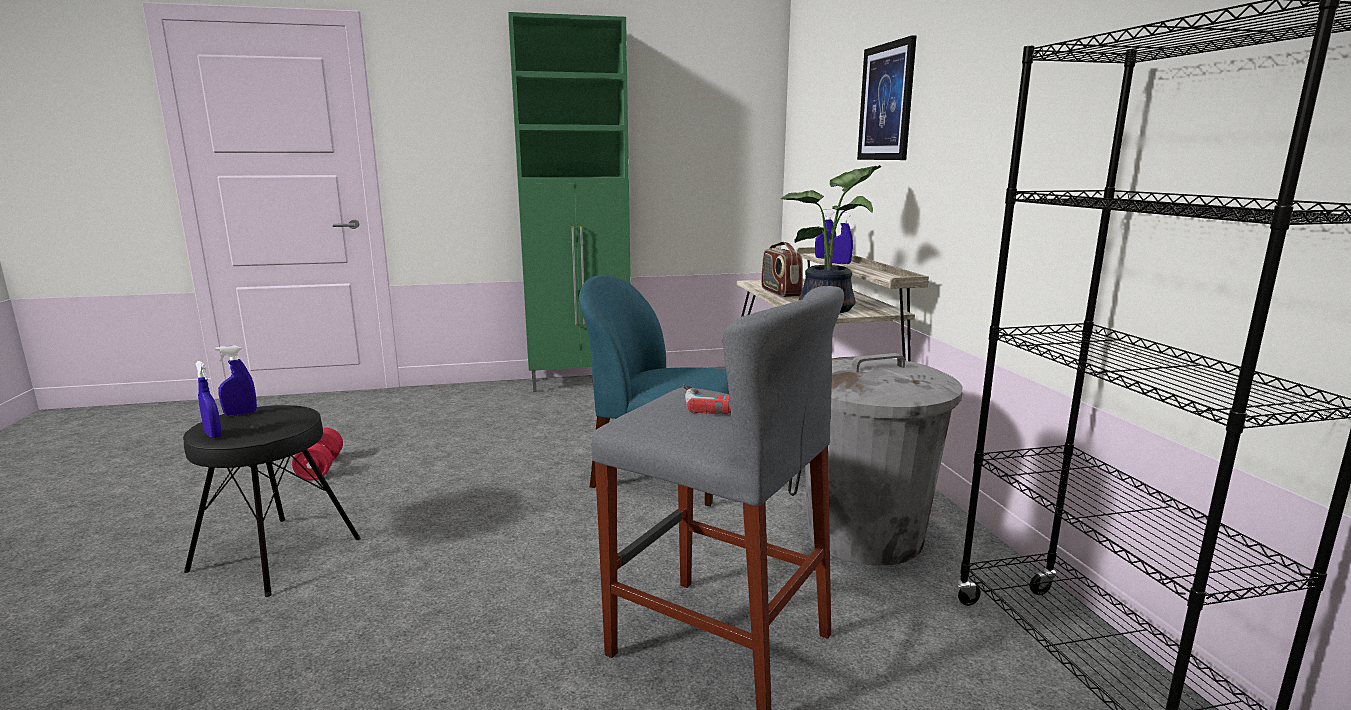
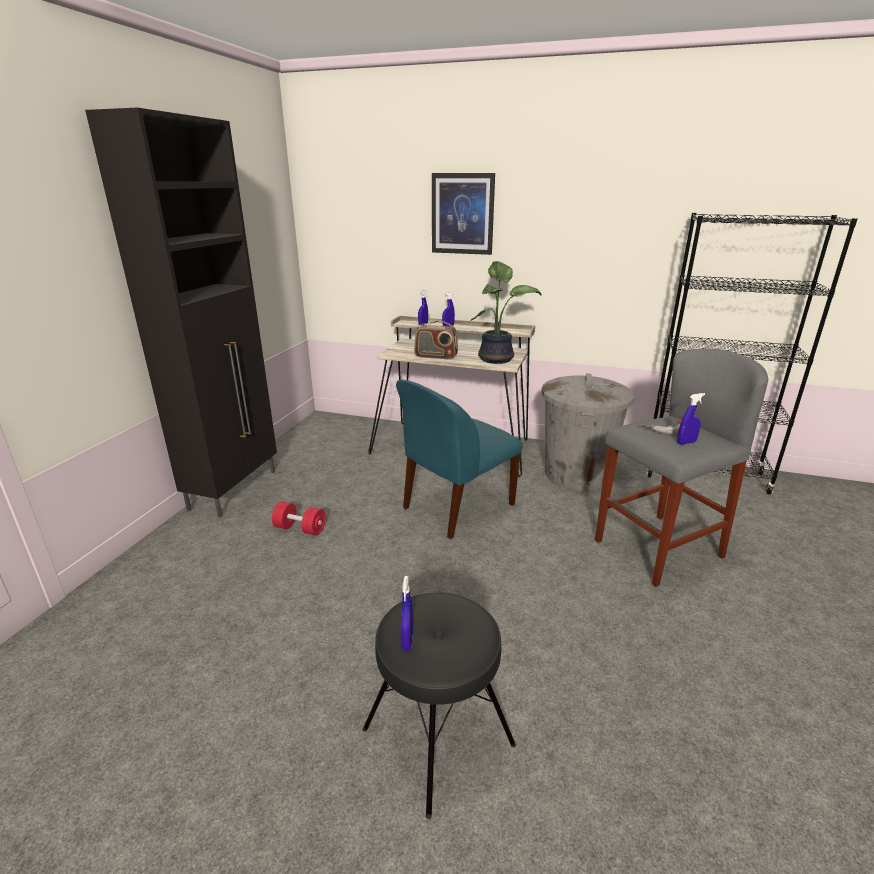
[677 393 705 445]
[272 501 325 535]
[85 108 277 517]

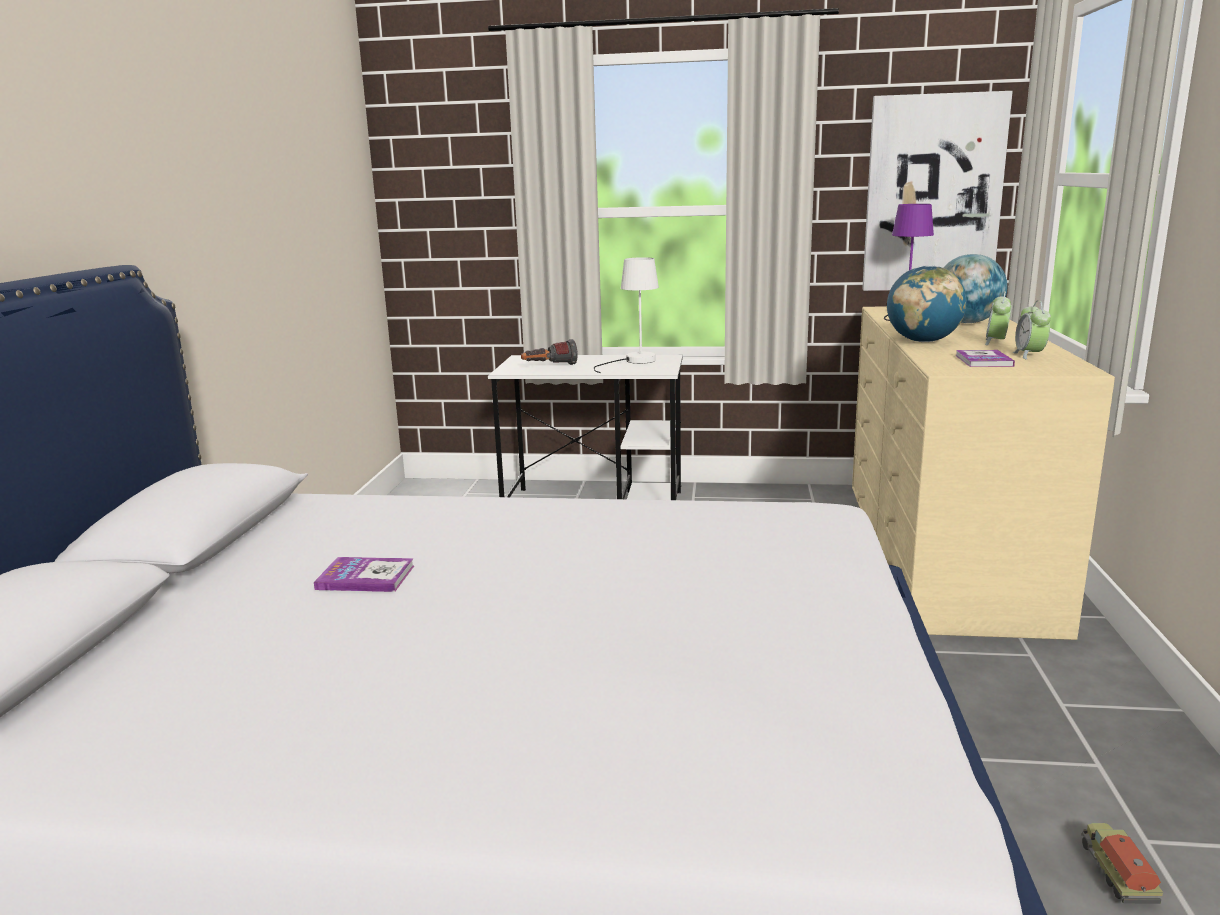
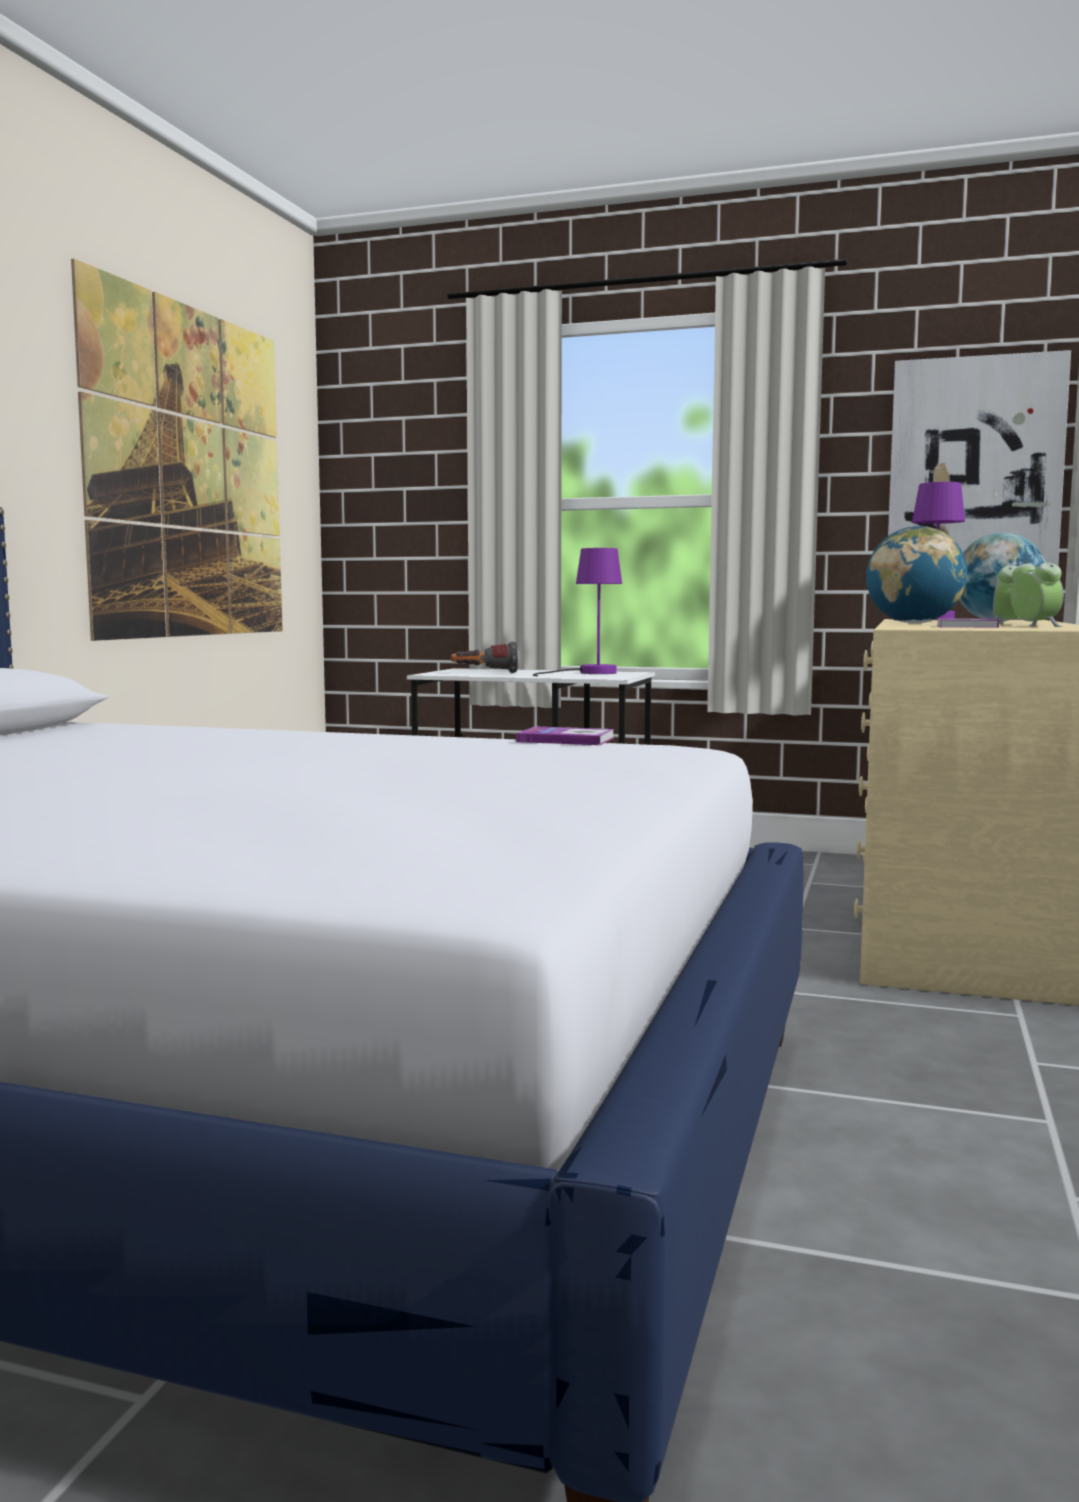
[516 726 614 745]
[533 548 622 676]
[1010 554 1064 627]
[1081 823 1163 904] (first image)
[71 259 283 641]

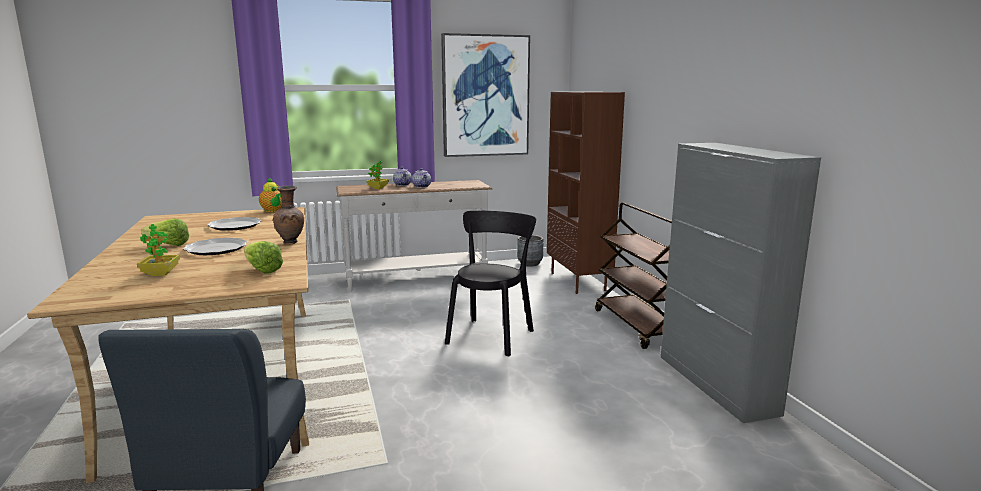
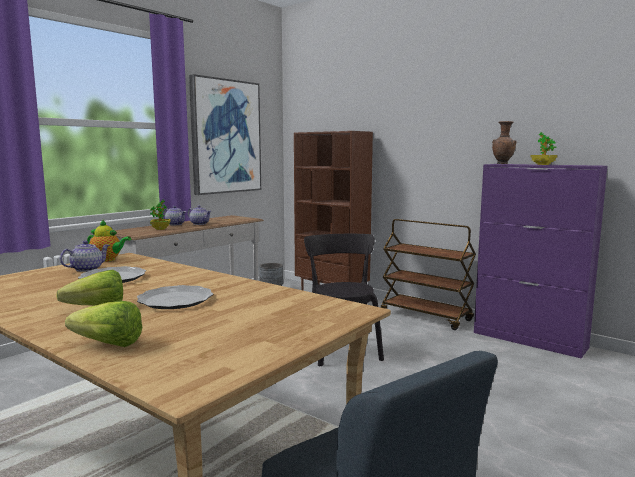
[530 132 557 165]
[65 301 142 347]
[492 121 516 164]
[474 164 608 359]
[60 241 110 272]

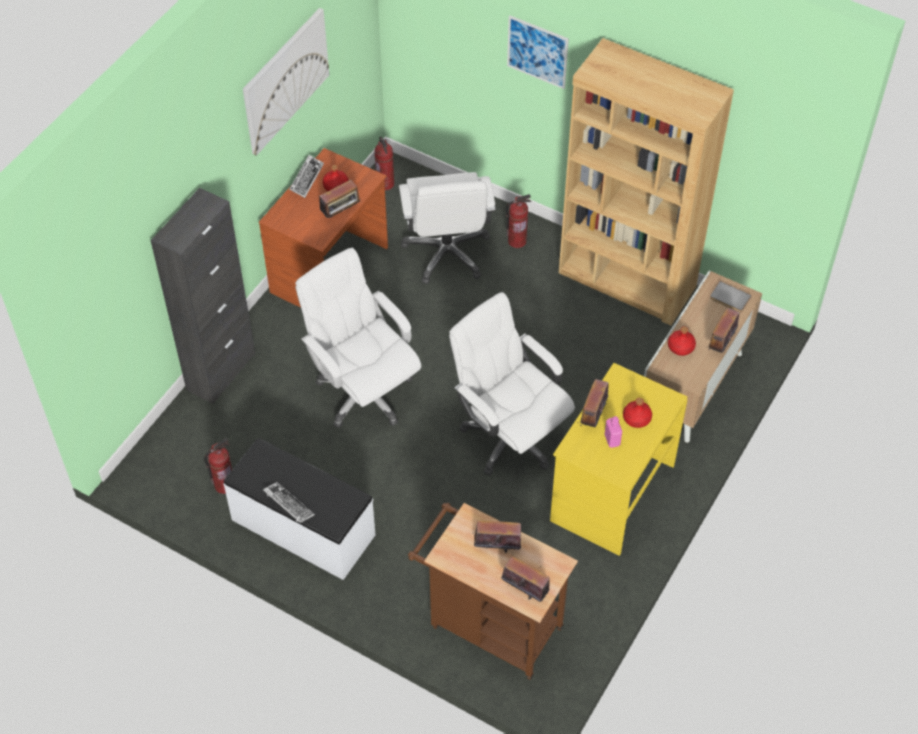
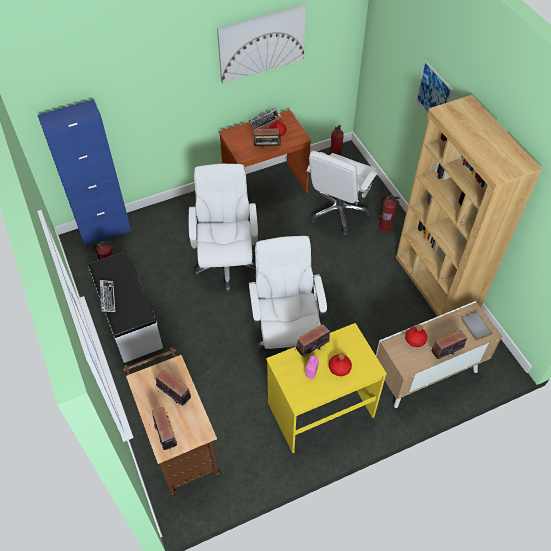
[151 188 255 404] (first image)
[38 99 131 246]

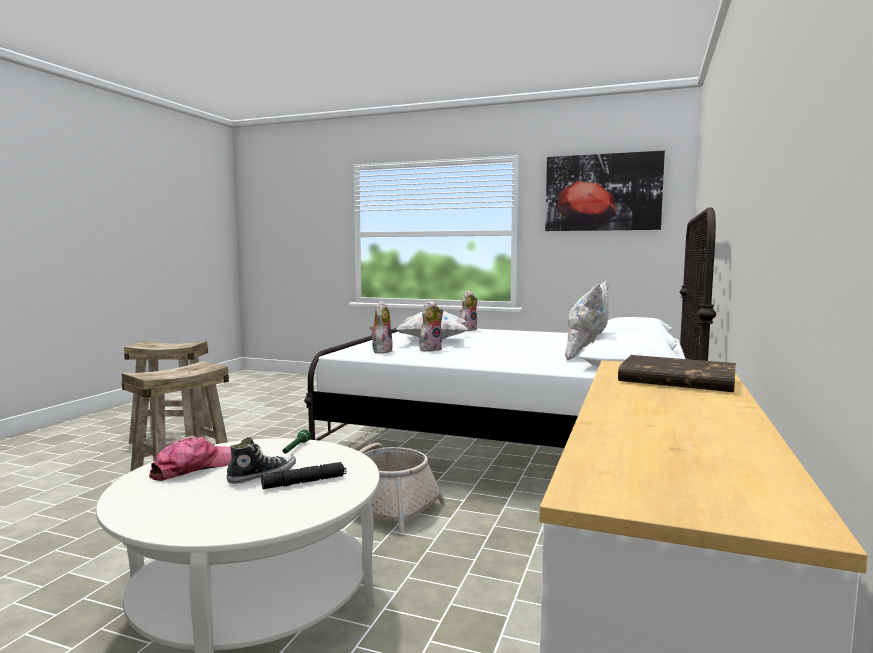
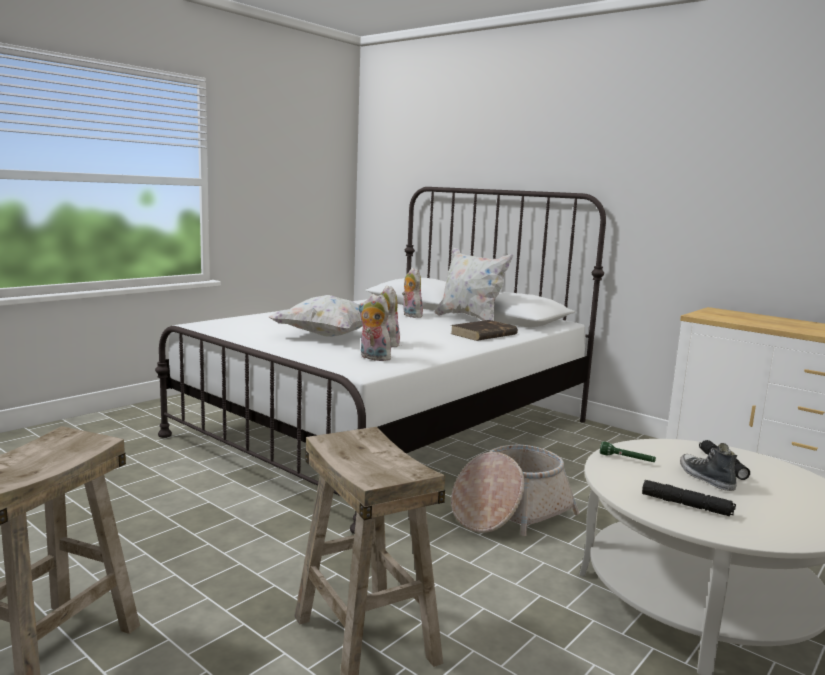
[642 480 736 517]
[402 268 423 318]
[545 151 665 231] (first image)
[451 320 518 341]

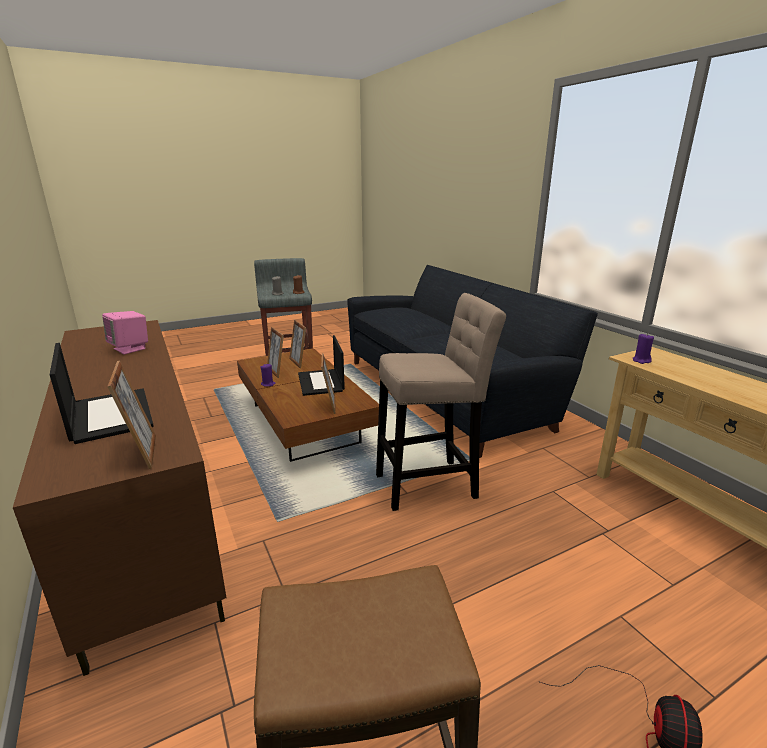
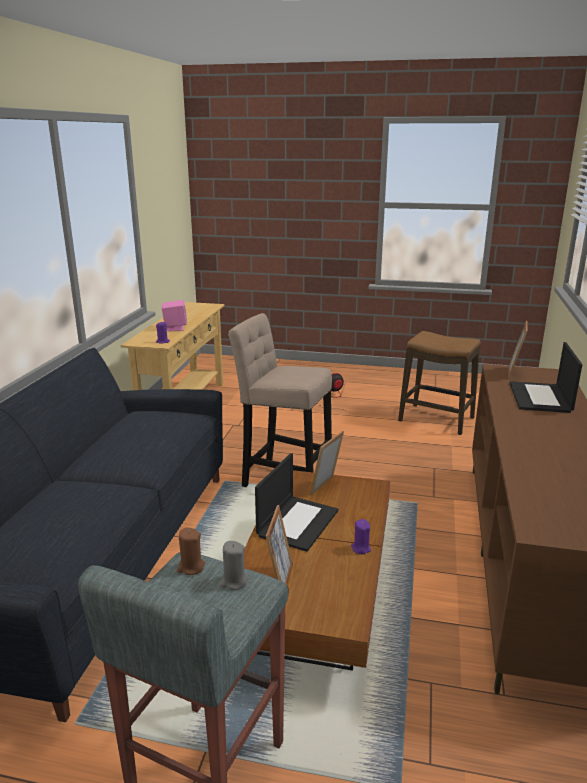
[162 300 187 331]
[267 327 284 378] (first image)

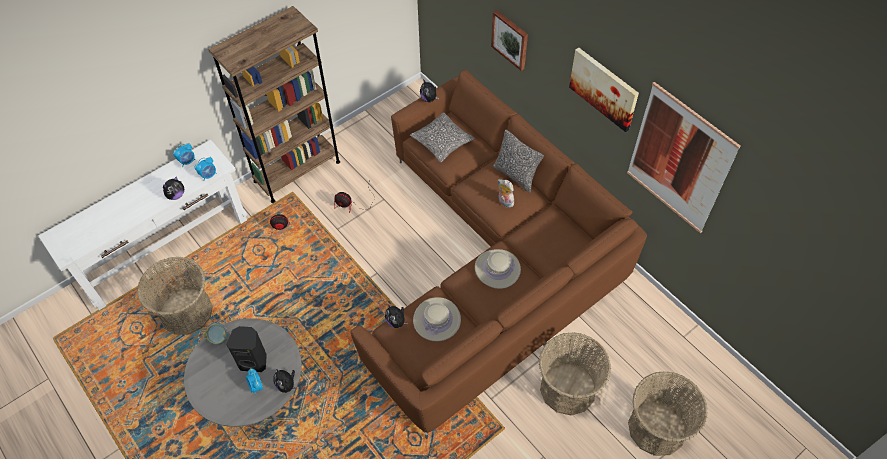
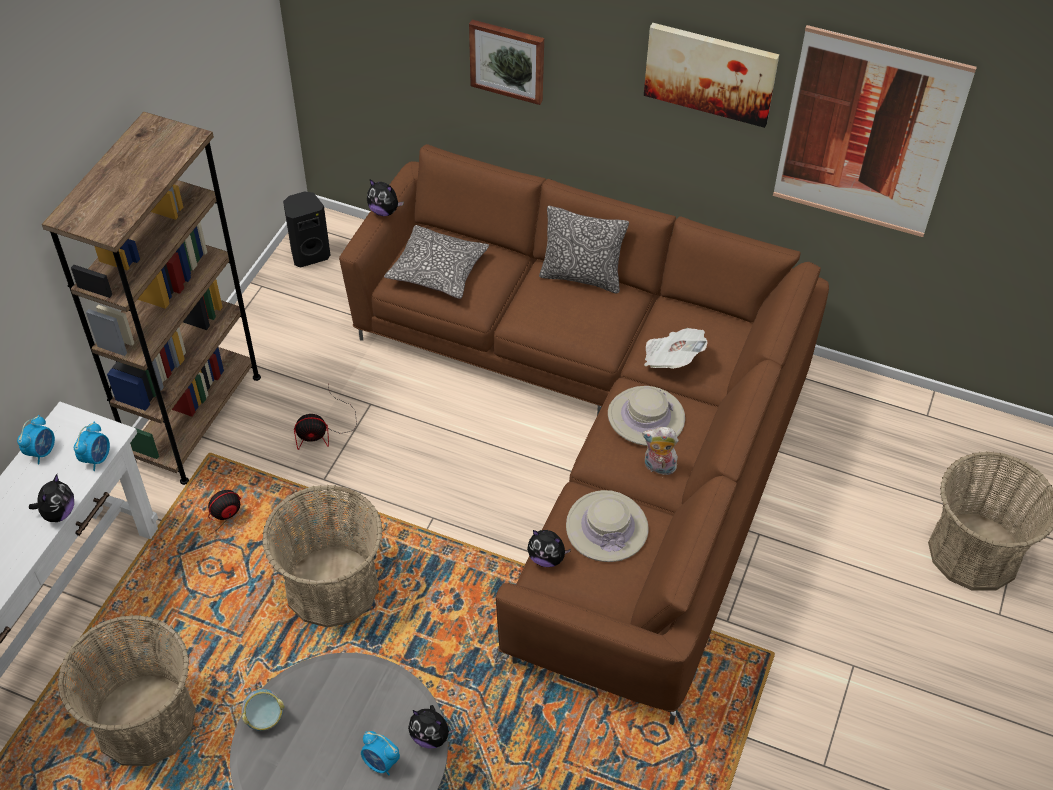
[283 191 331 268]
[642 427 678 475]
[262 485 383 628]
[644 328 708 369]

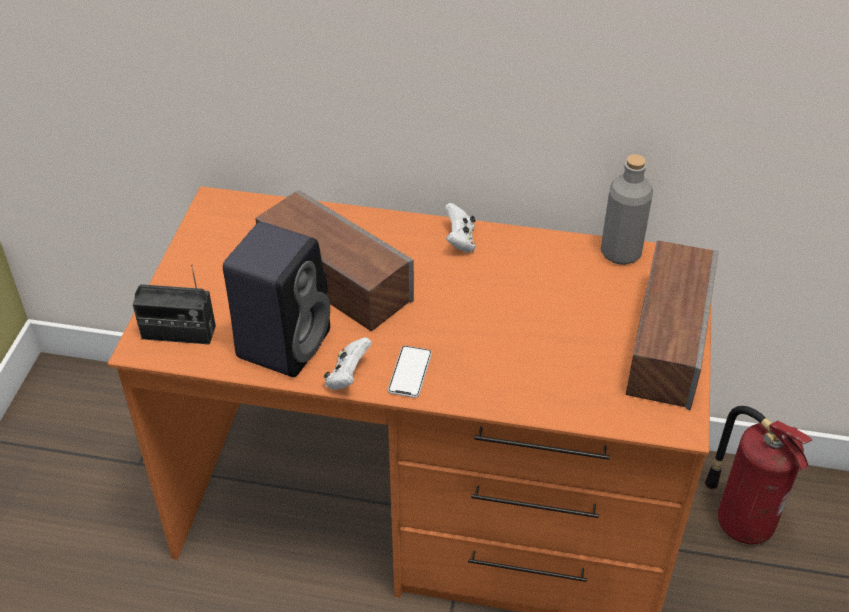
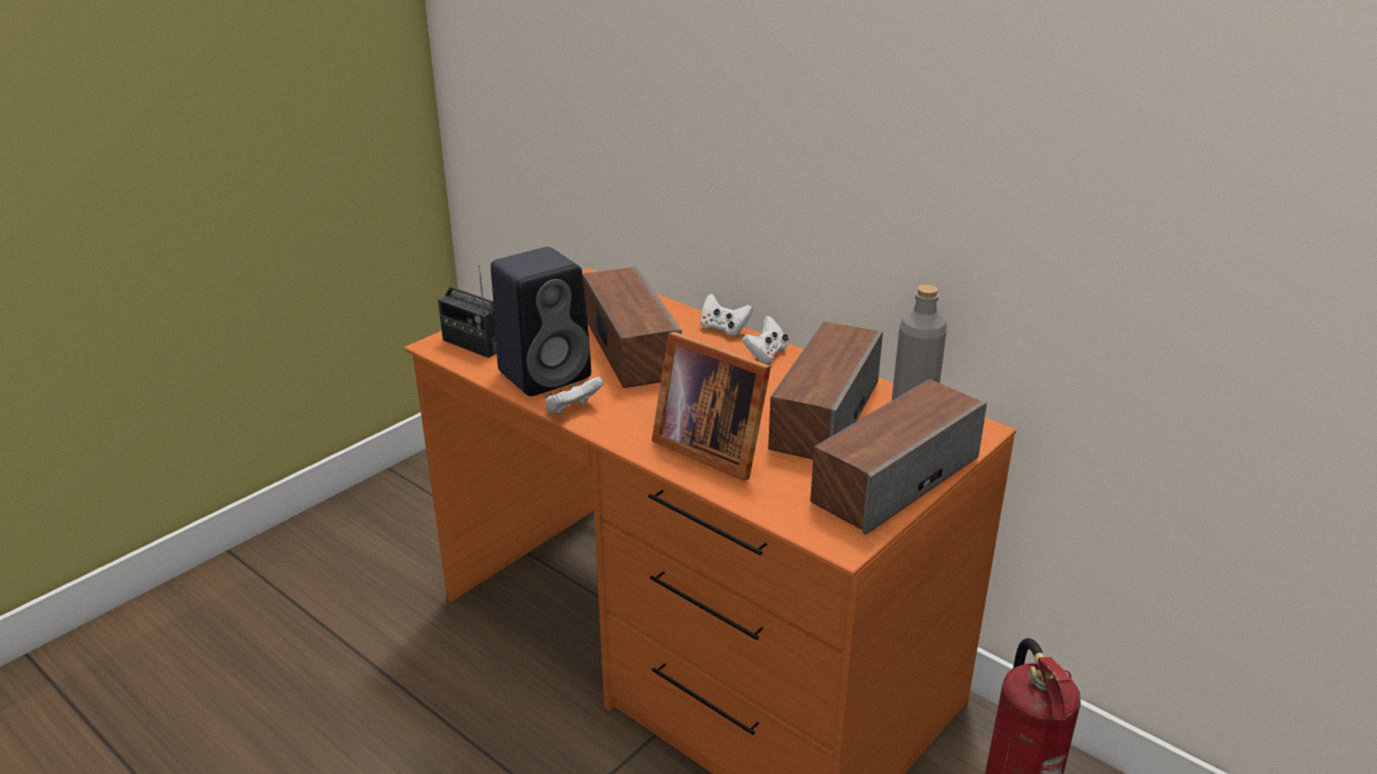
[388 346 432 398] (first image)
[651 332 771 481]
[701 294 753 336]
[768 321 883 459]

